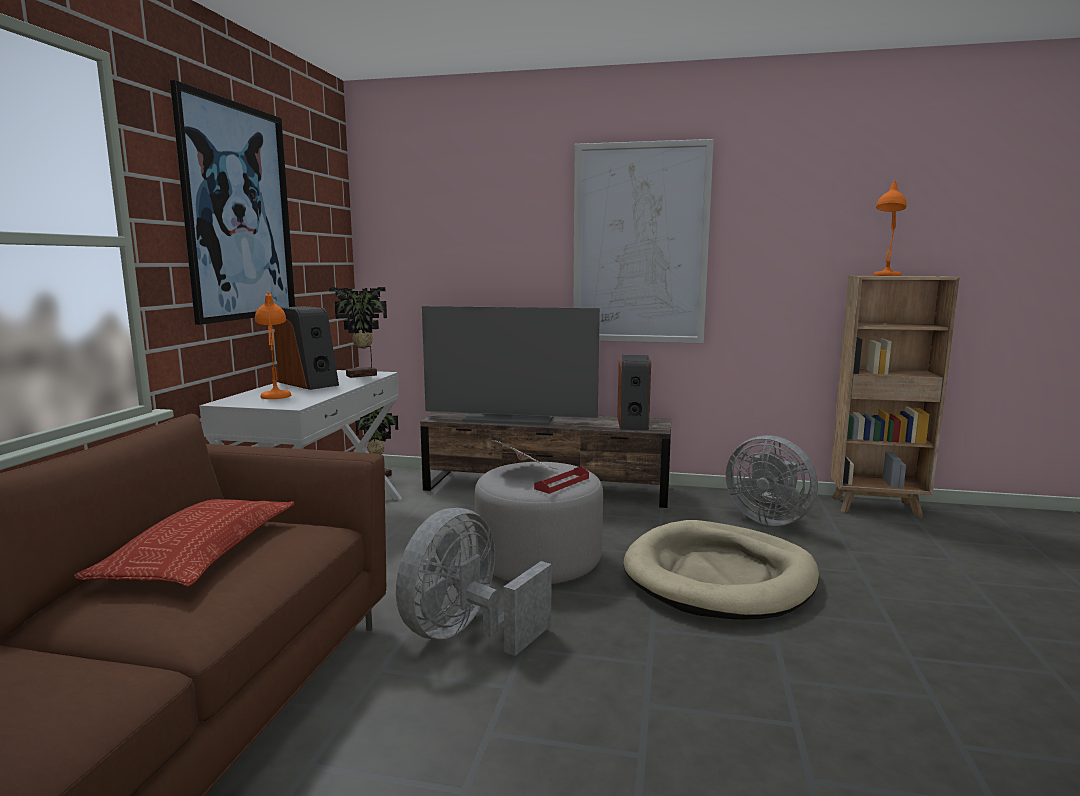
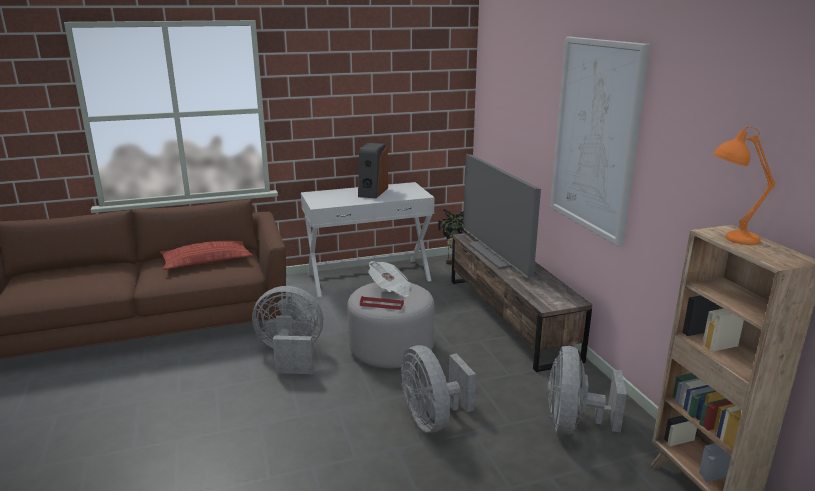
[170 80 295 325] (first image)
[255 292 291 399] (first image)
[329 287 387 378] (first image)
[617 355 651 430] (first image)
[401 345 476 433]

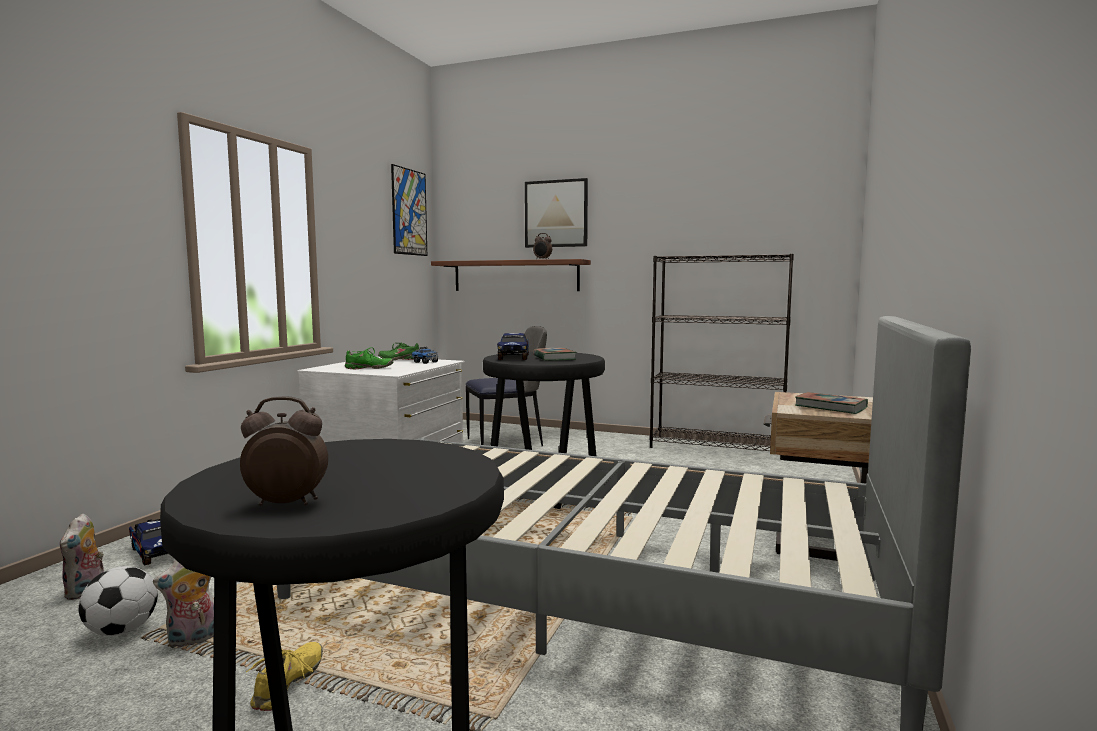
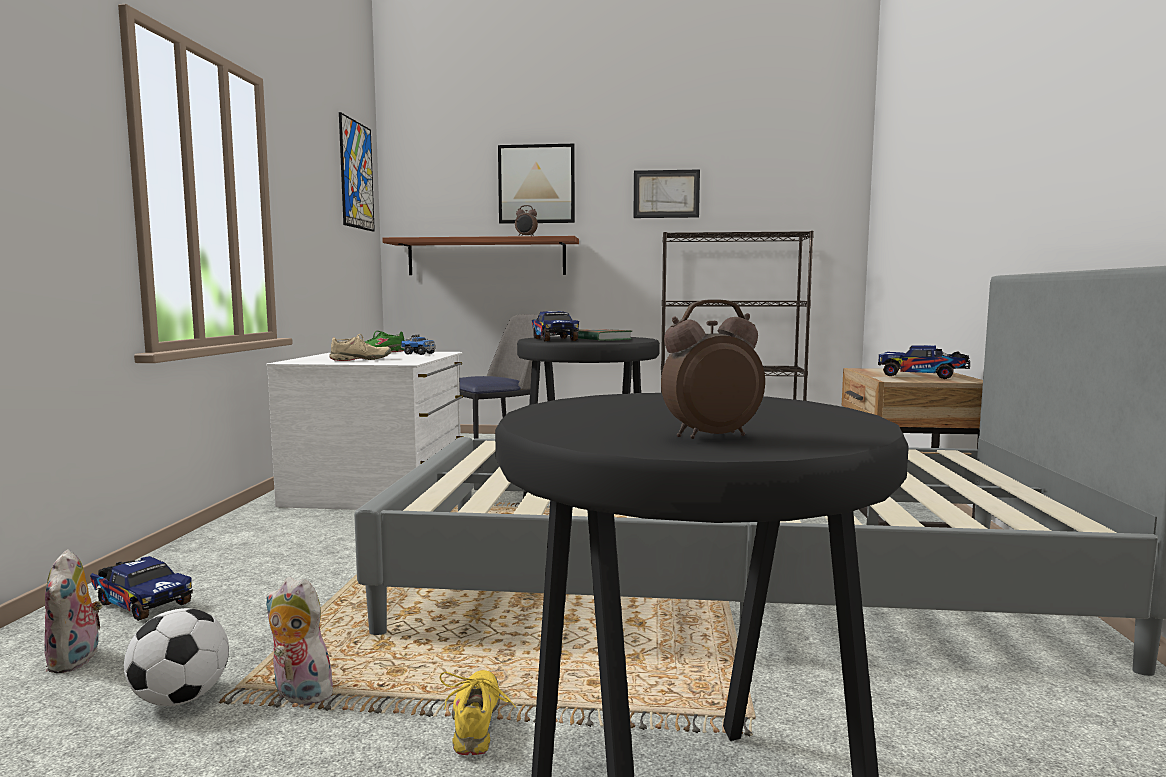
[266 577 335 706]
[329 334 391 361]
[878 345 971 379]
[633 169 700 218]

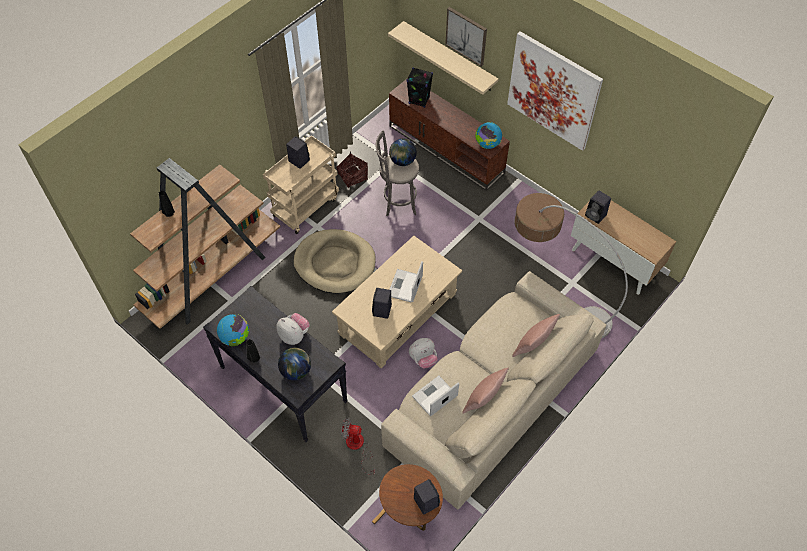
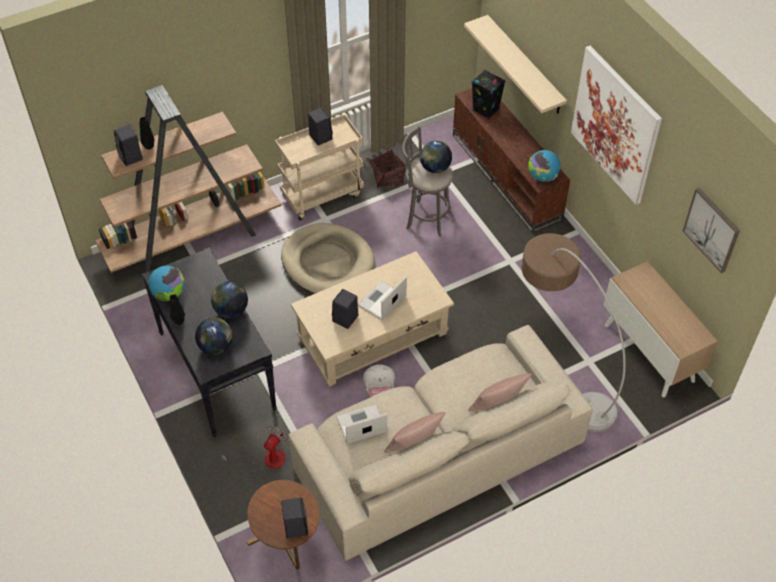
[211 281 248 318]
[221 426 289 472]
[683 188 740 273]
[114 124 143 166]

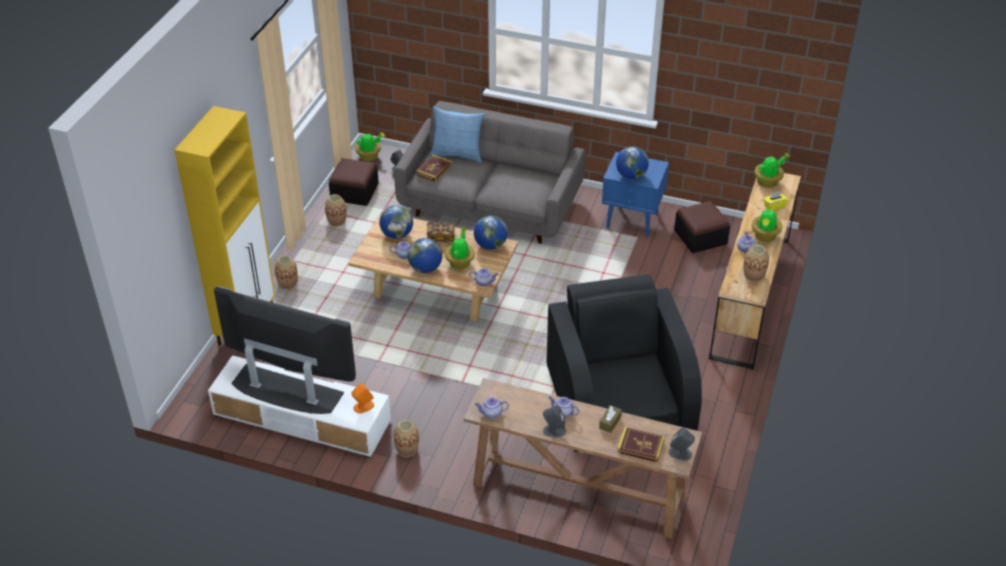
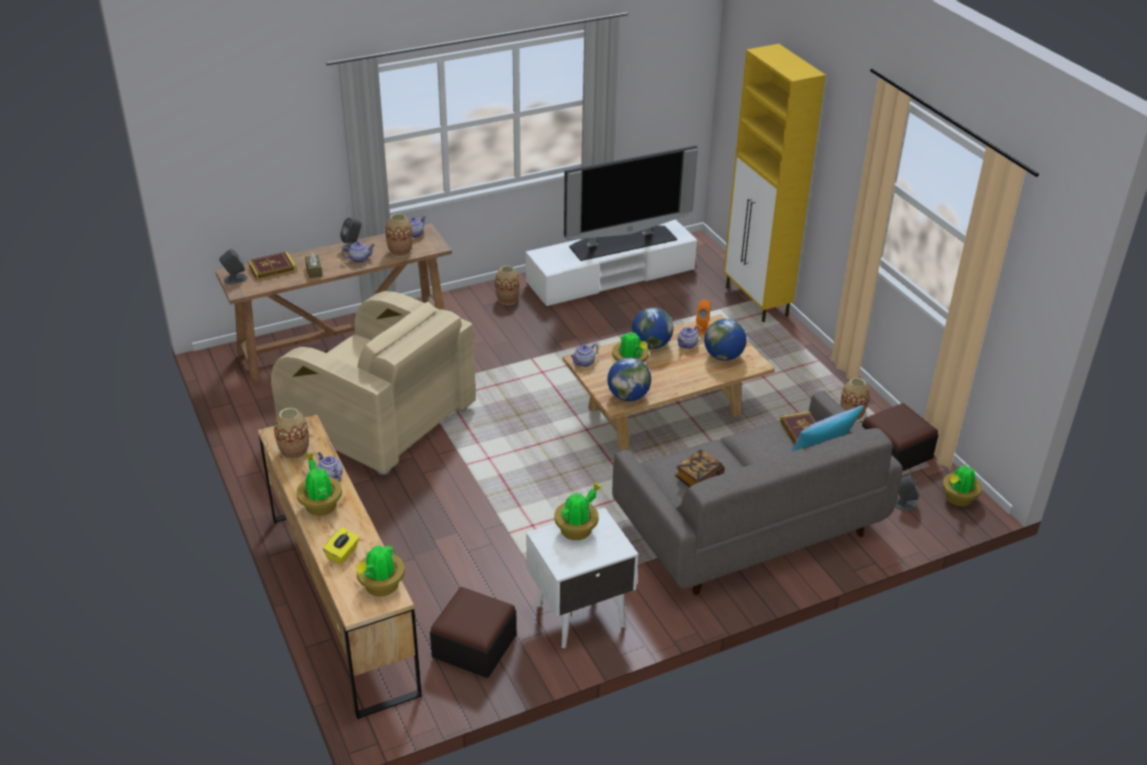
[385 213 413 257]
[695 300 711 335]
[675 449 725 487]
[271 291 476 475]
[526 508 638 648]
[555 482 602 540]

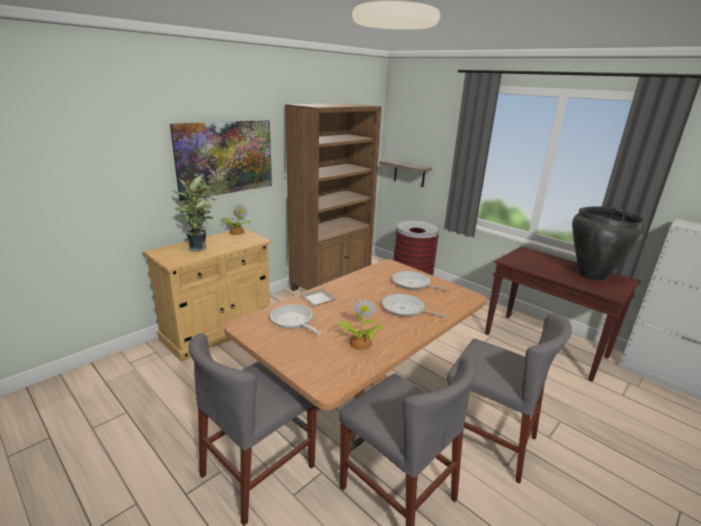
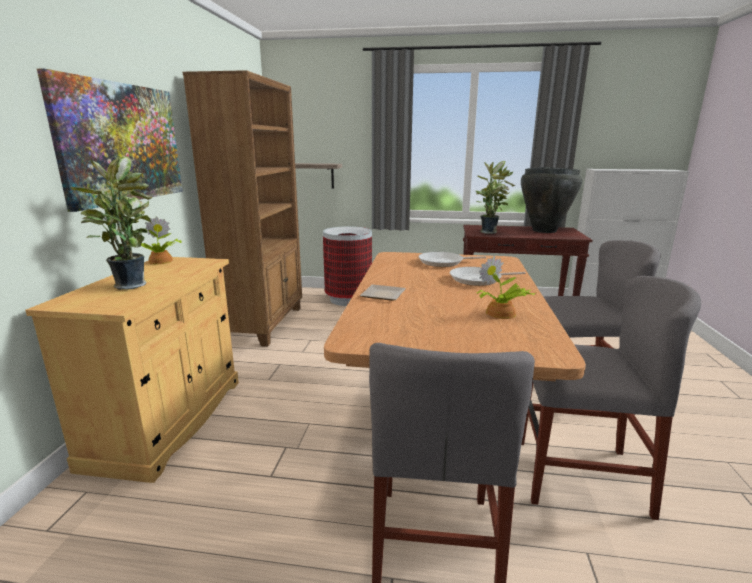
[270 304 322 335] (first image)
[476 161 515 234]

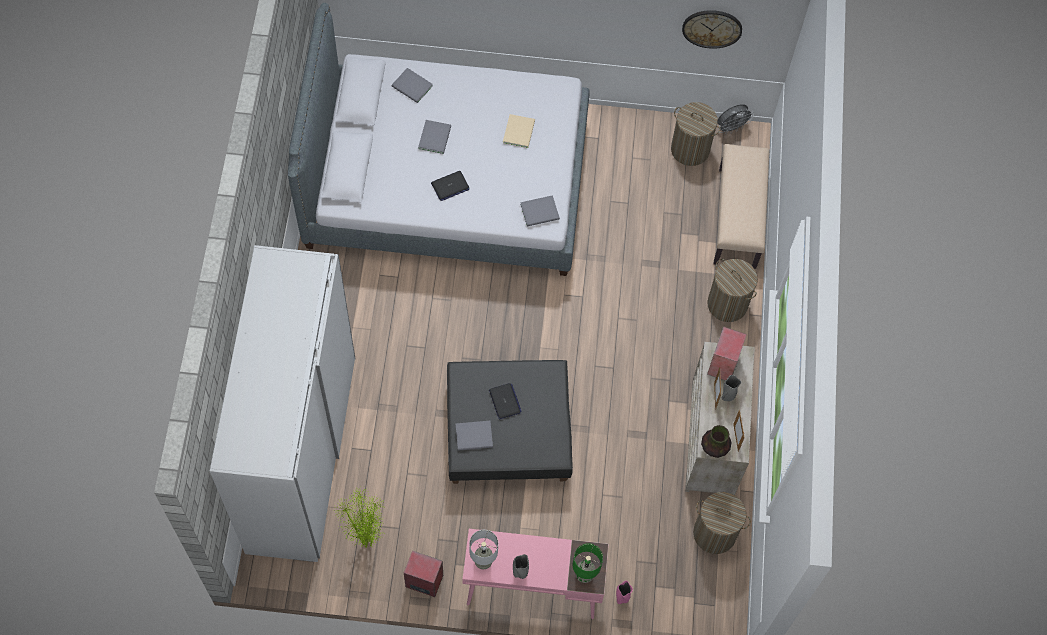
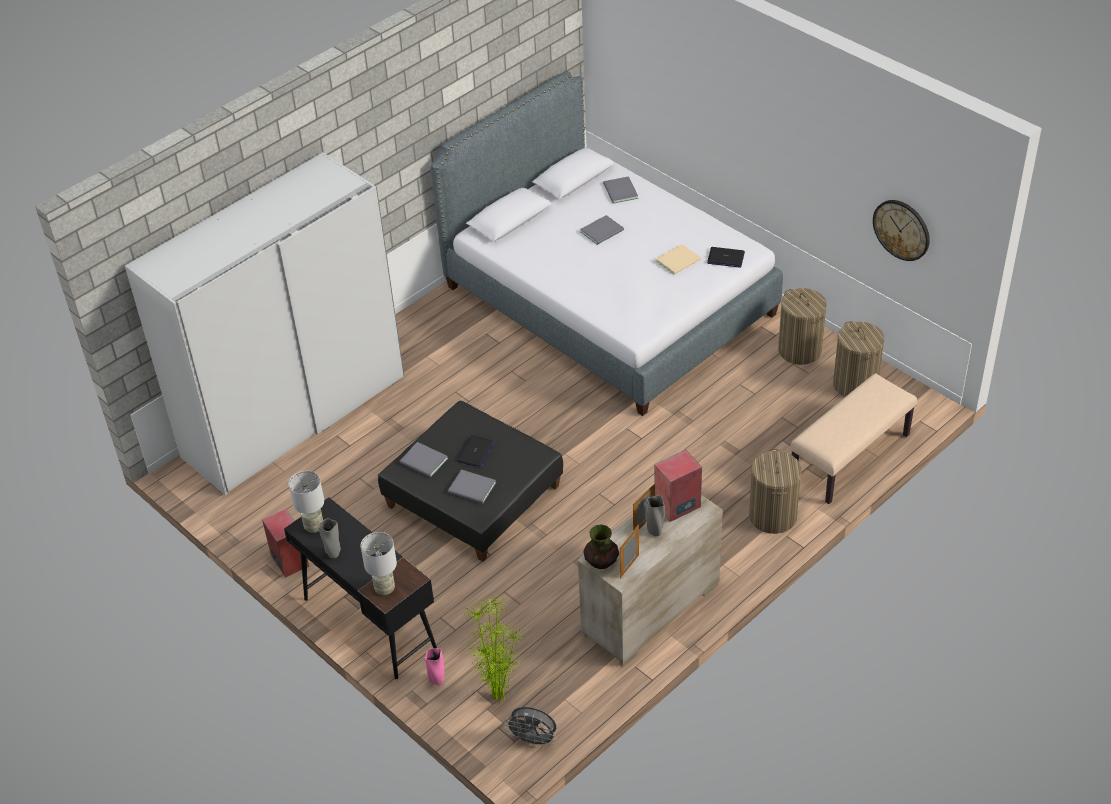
[463 594 525 702]
[707 247 745 268]
[284 497 437 679]
[448 469 496 504]
[361 532 397 595]
[778 288 827 365]
[505 707 557 748]

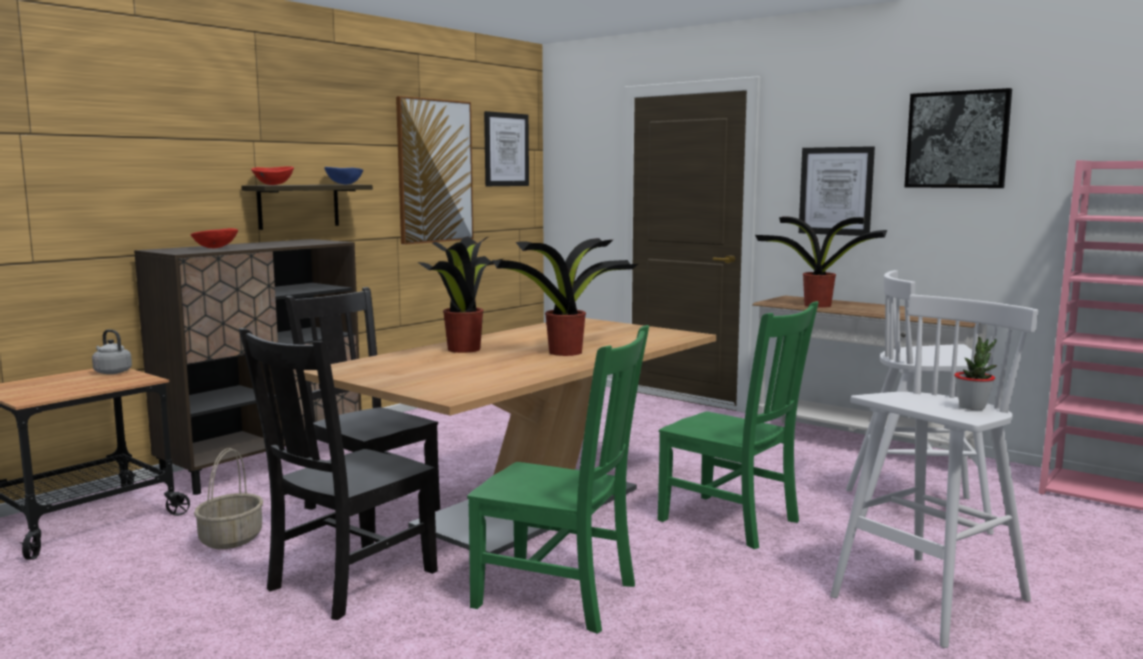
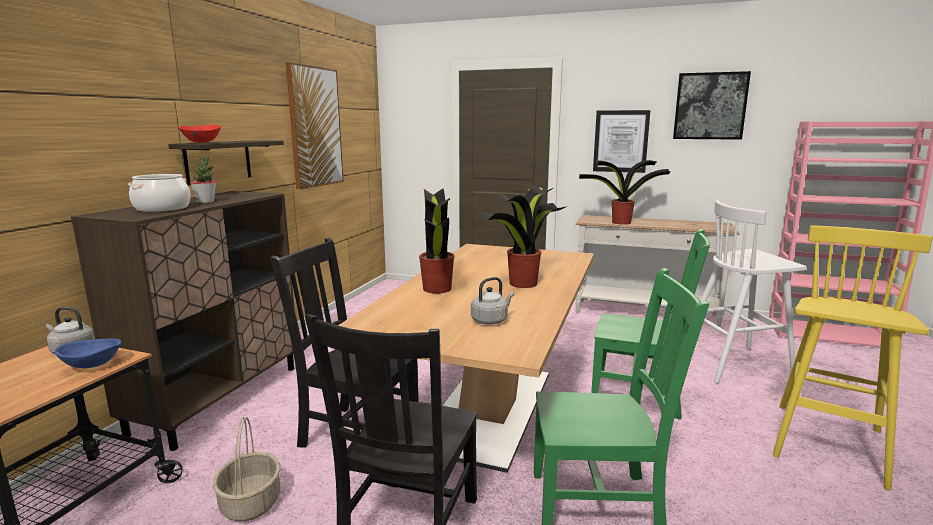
[128 174 191 212]
[55 338 121 368]
[484 111 529 186] (first image)
[773 225 933 490]
[190 156 216 203]
[471 277 514 325]

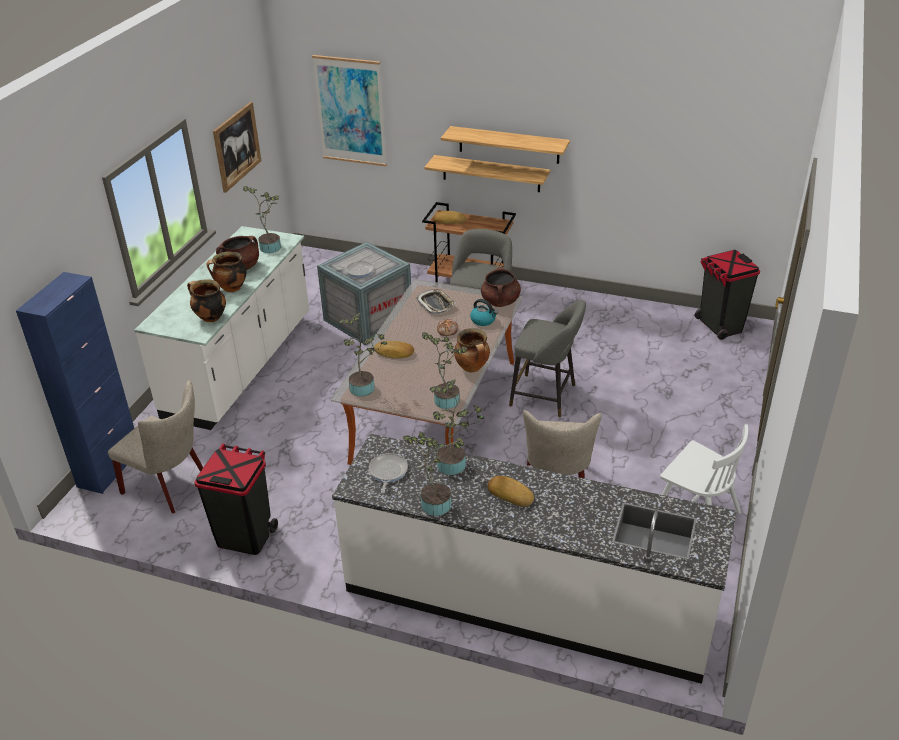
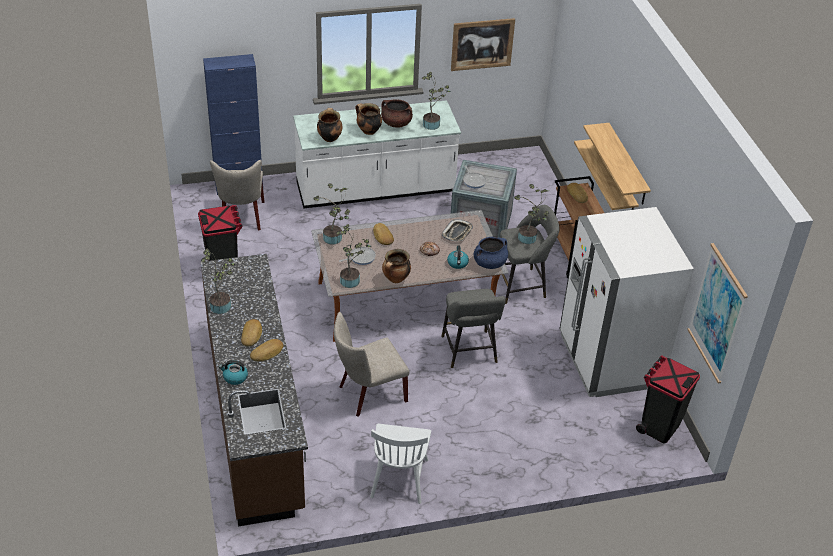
[687 243 748 384]
[201 254 308 527]
[339 246 376 265]
[514 184 549 244]
[474 237 508 269]
[219 360 248 385]
[250 339 283 361]
[560 207 694 397]

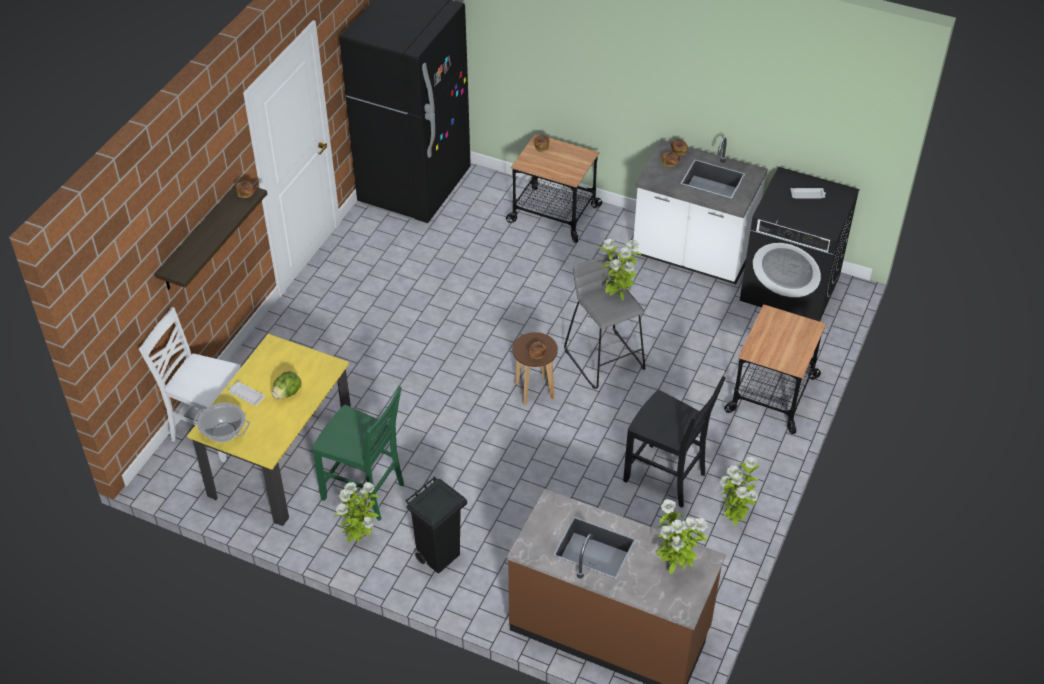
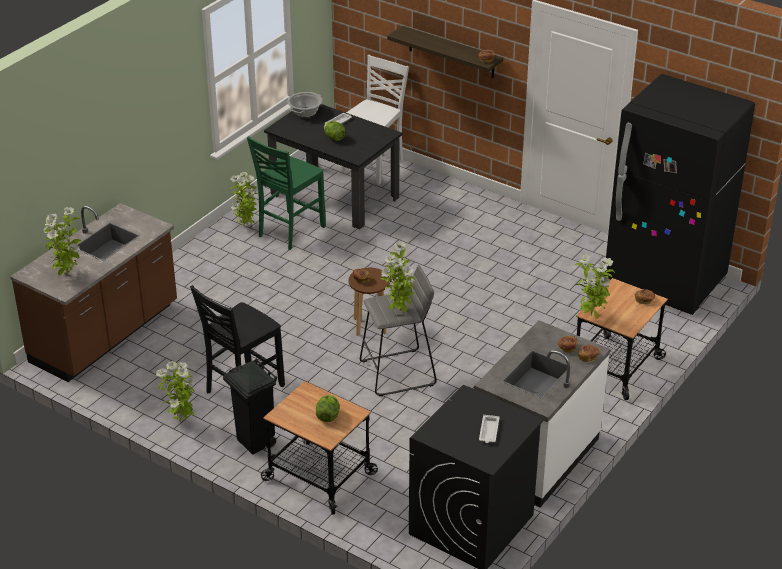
[264 104 403 229]
[223 358 277 455]
[316 395 340 422]
[575 254 615 319]

